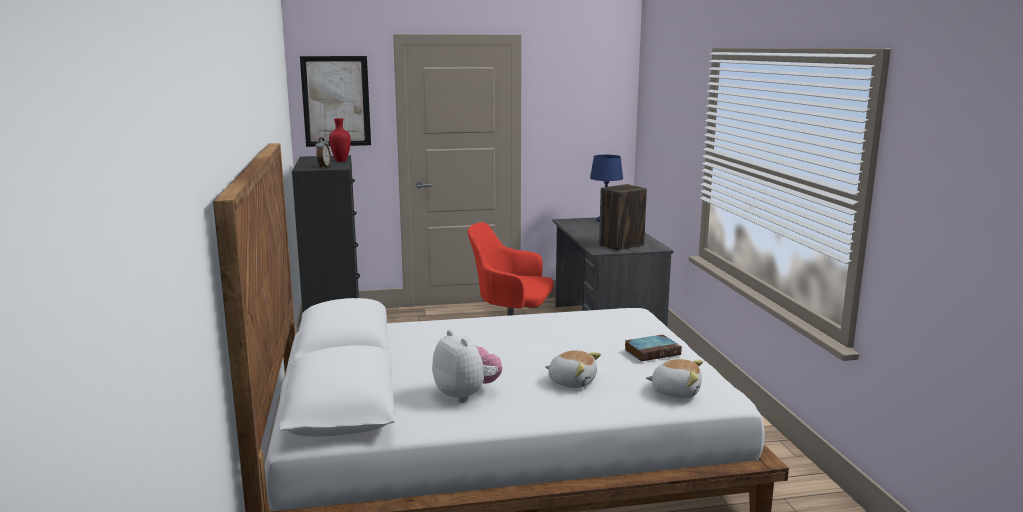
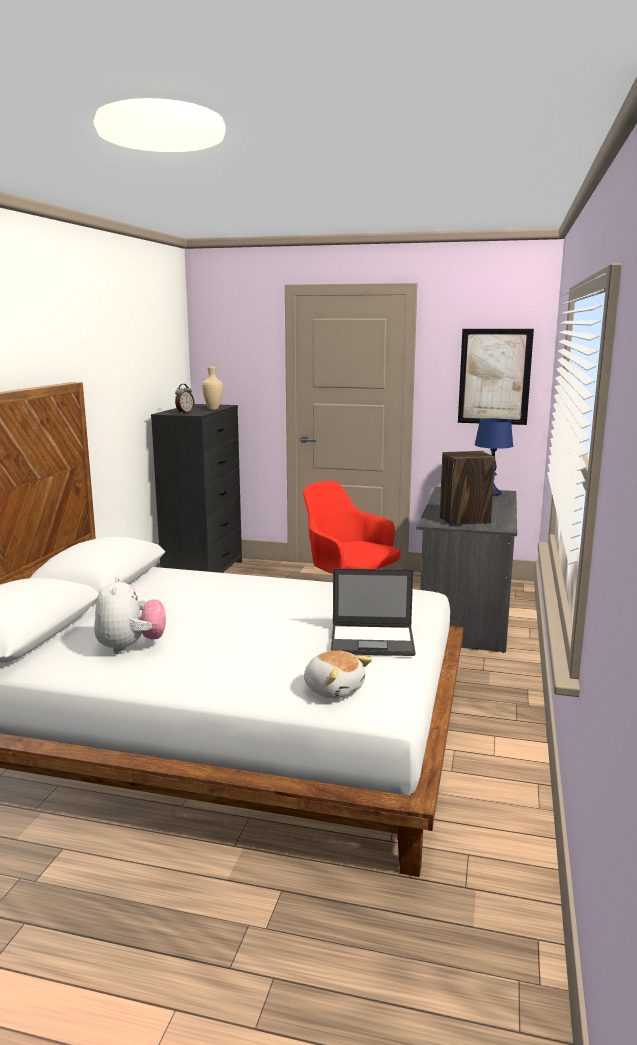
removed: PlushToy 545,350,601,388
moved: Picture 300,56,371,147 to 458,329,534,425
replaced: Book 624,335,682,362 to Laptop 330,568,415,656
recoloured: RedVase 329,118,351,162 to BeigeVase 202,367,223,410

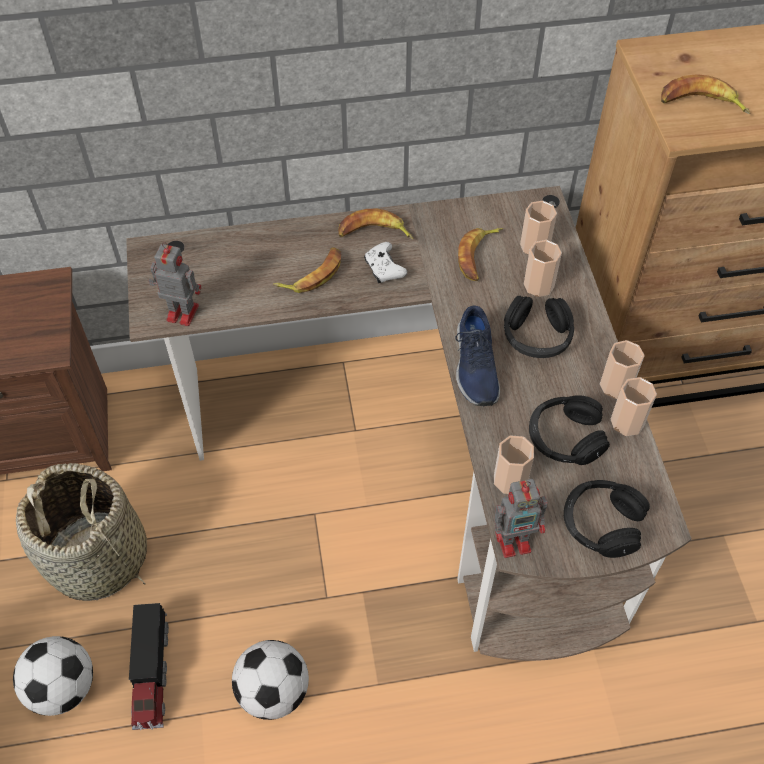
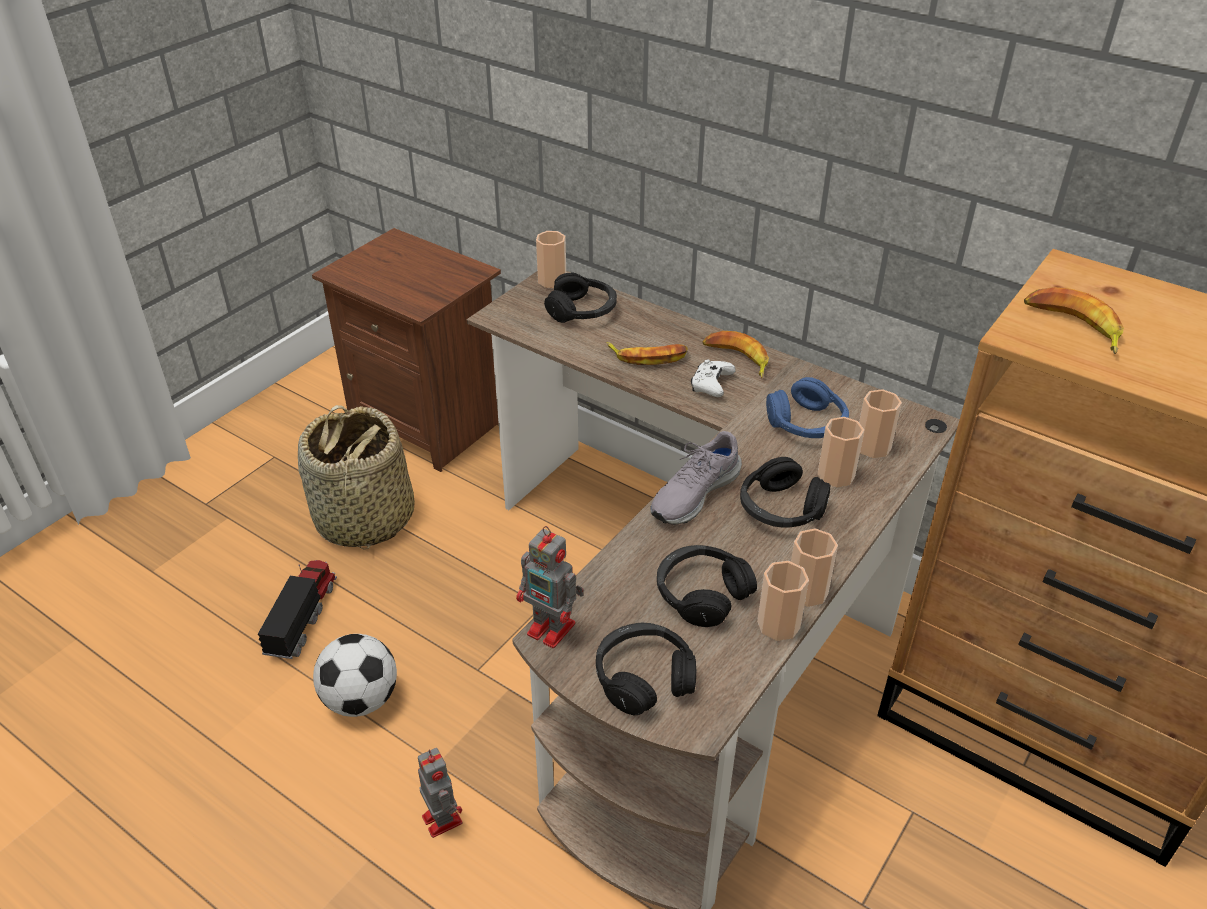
removed: Football 13,636,93,716
added: BlackHeadphones 544,272,617,323
moved: ToyRobot 148,242,202,326 to 418,748,462,838; Cup 494,435,534,494 to 536,231,566,288
replaced: Banana 458,228,503,281 to BlueHeadphones 766,377,849,438
recoloured: BlueShoe 456,305,500,406 to GreyShoe 650,431,742,524
turned: ToyTruck 129,603,169,731 = 258,560,337,659 150 degrees clockwise

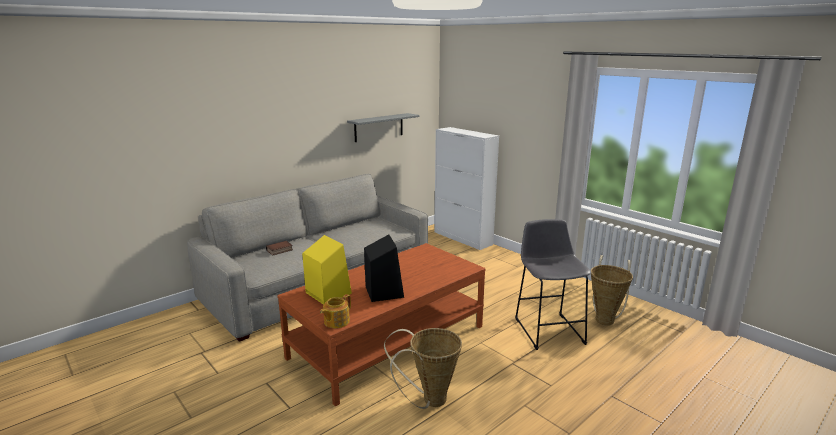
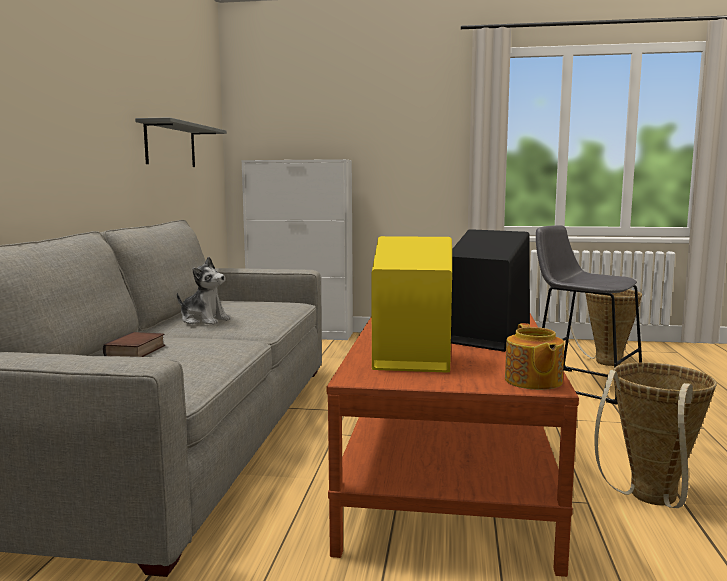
added: PlushToy 177,257,231,325

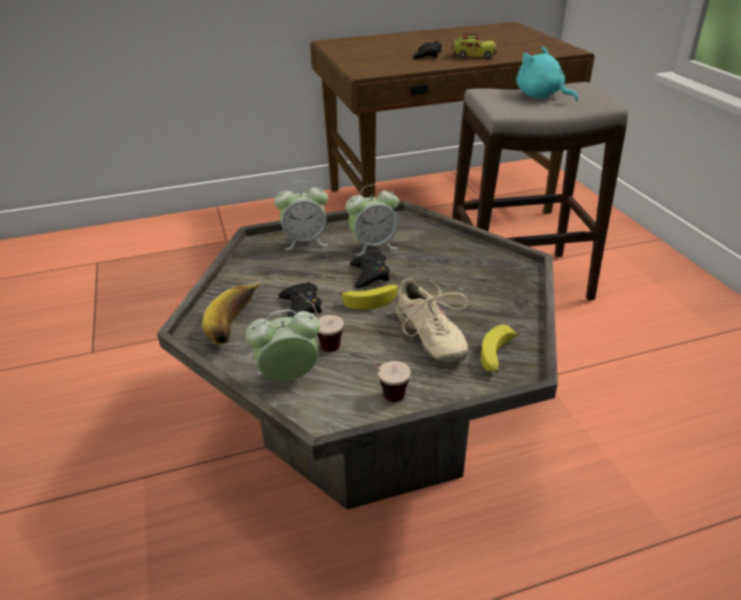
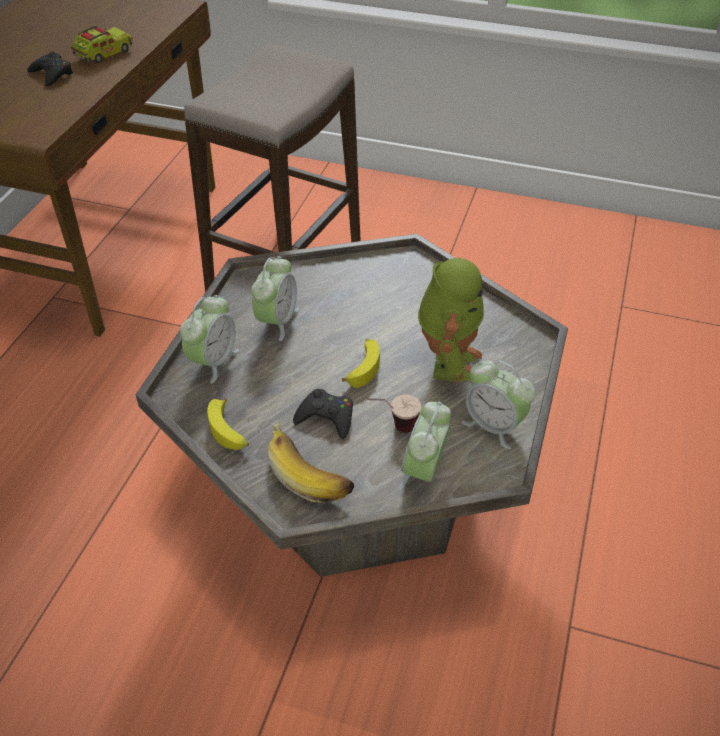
removed: BlackGameController 350,252,390,288; TurquoisePlushToy 516,46,578,101
moved: Banana 481,324,519,372 to 207,398,249,450
replaced: BeigeShoe 386,277,468,363 to ToyRobot 418,258,484,384; Cup 350,353,411,402 to AlarmClock 462,361,535,449

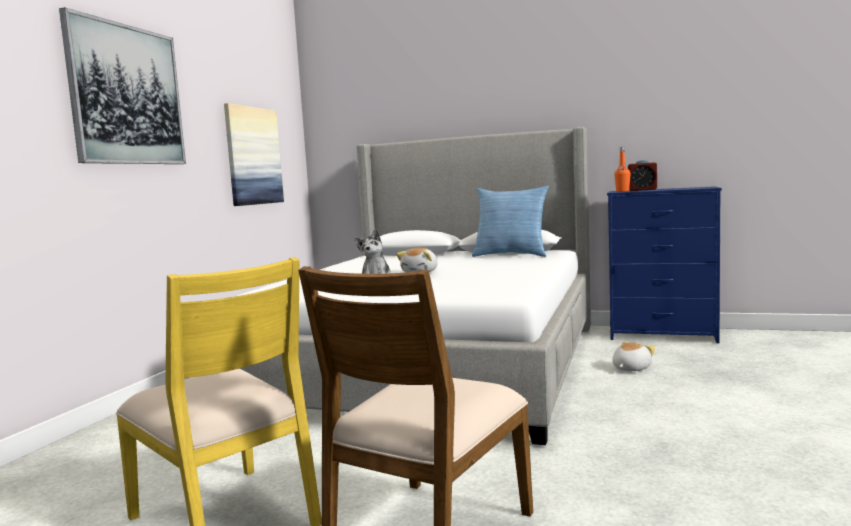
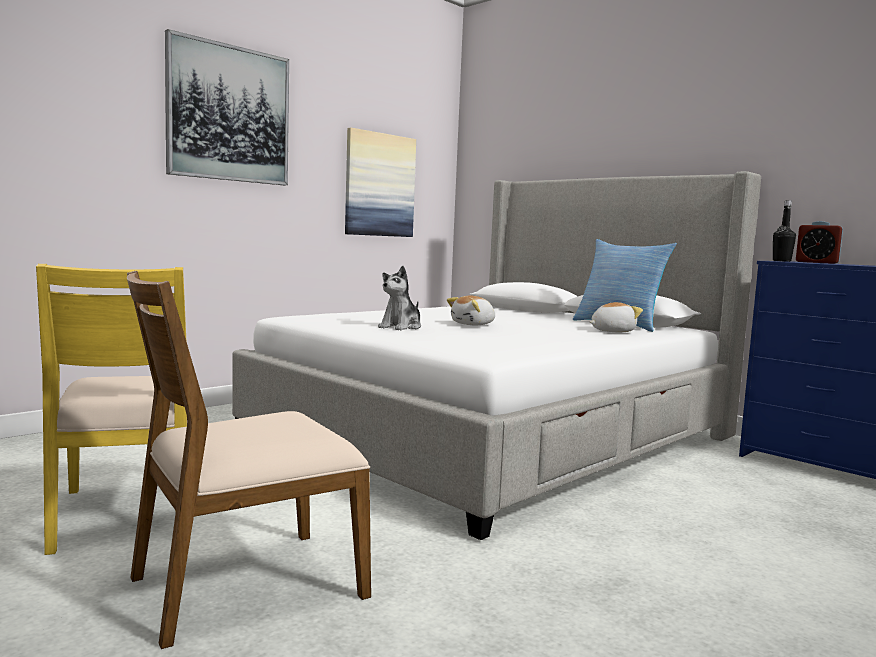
moved: PlushToy 612,342,655,371 to 590,302,643,332
recoloured: OrangeBottle 614,147,631,192 to BlackBottle 773,200,796,262

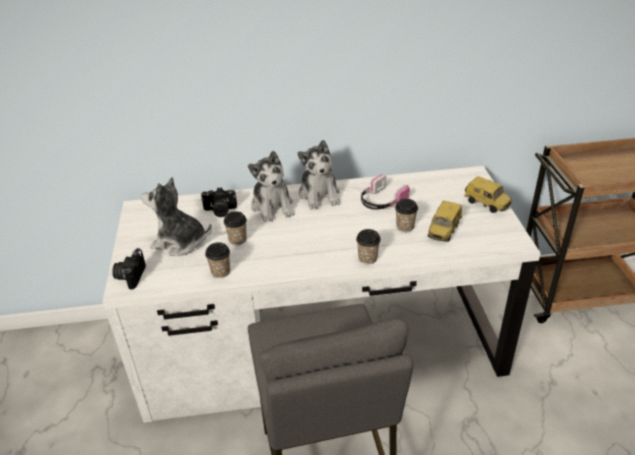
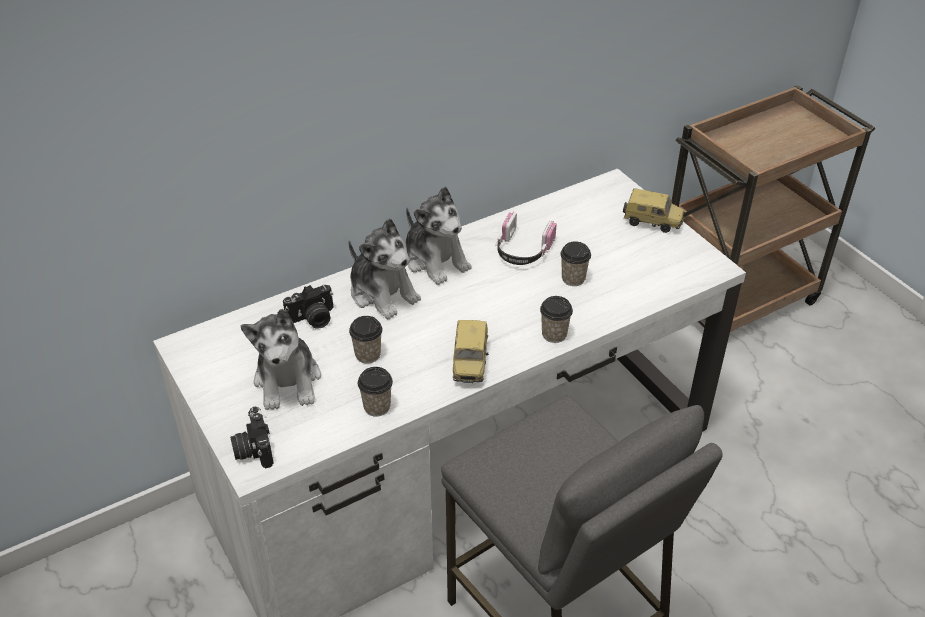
moved: ToyCar 428,201,462,242 to 453,320,489,383
turned: PlushToy 141,177,212,256 = 240,309,321,410 90 degrees counterclockwise

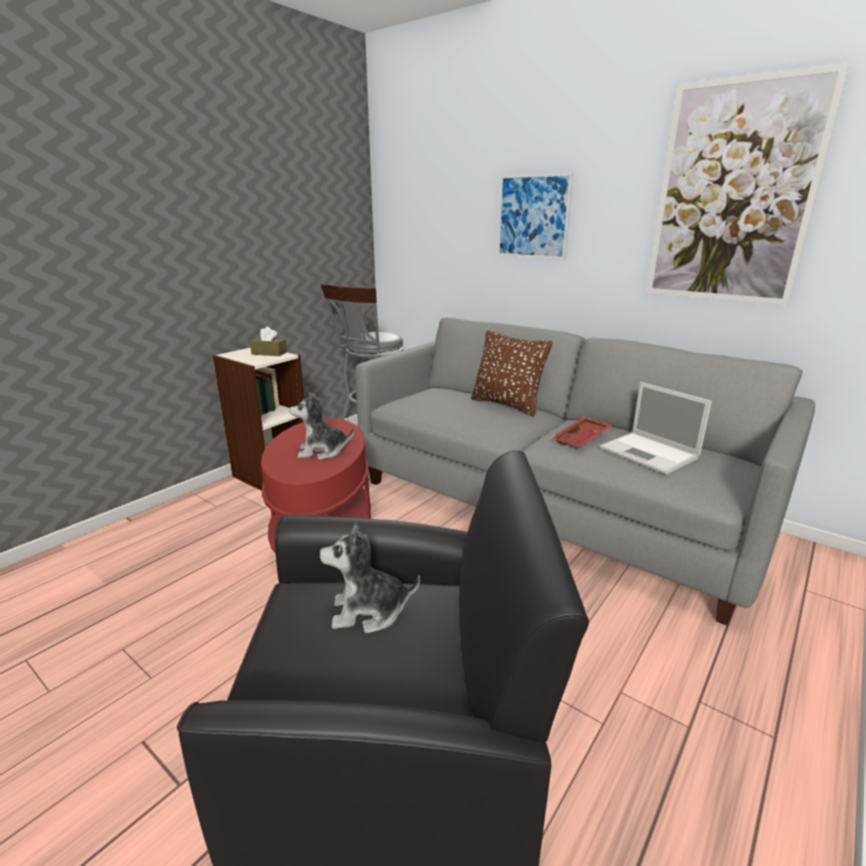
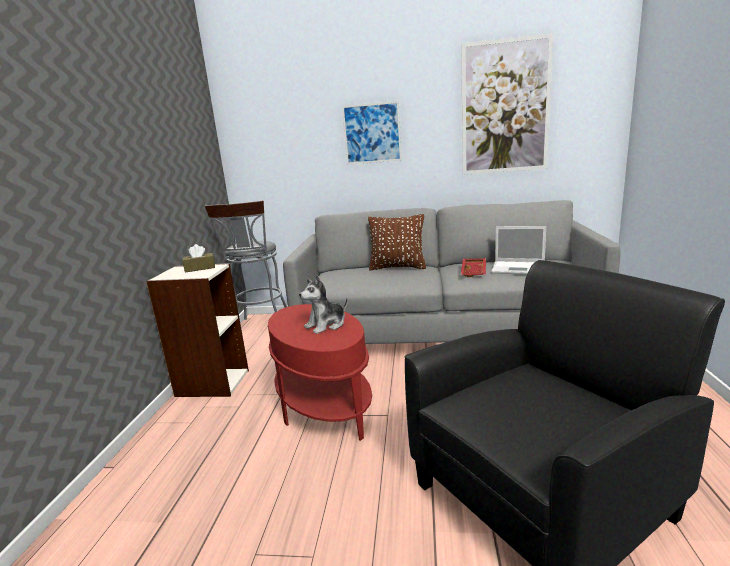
removed: PlushToy 320,521,420,634

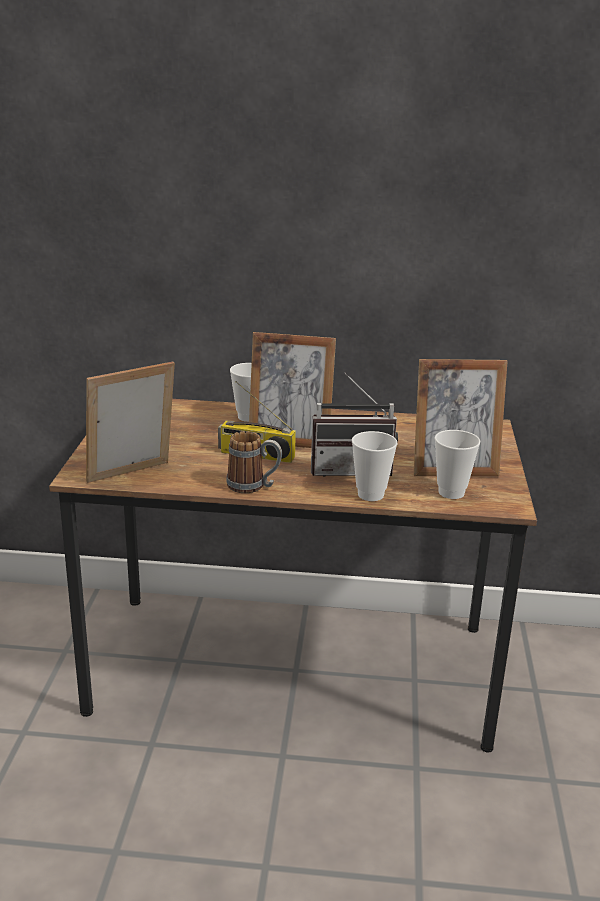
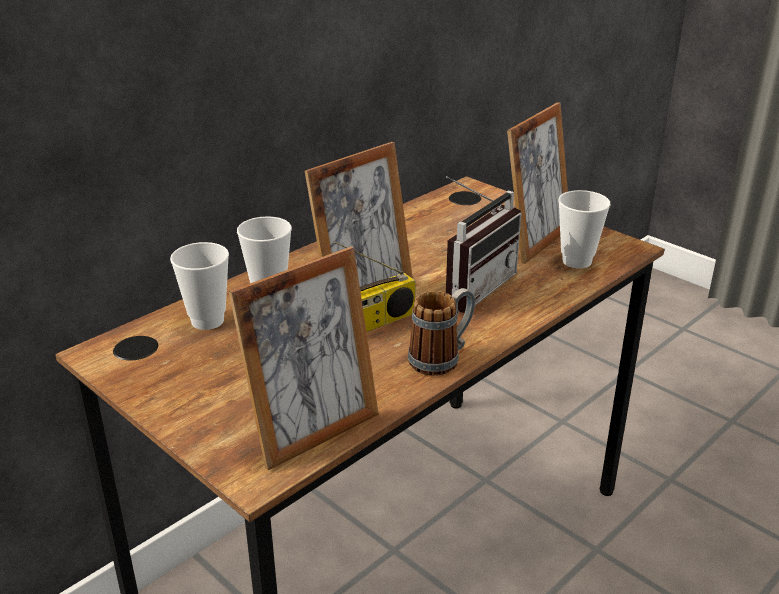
moved: Cup 352,431,397,501 to 170,242,229,330
turned: PictureFrame 86,362,175,483 = 229,247,379,470 135 degrees counterclockwise

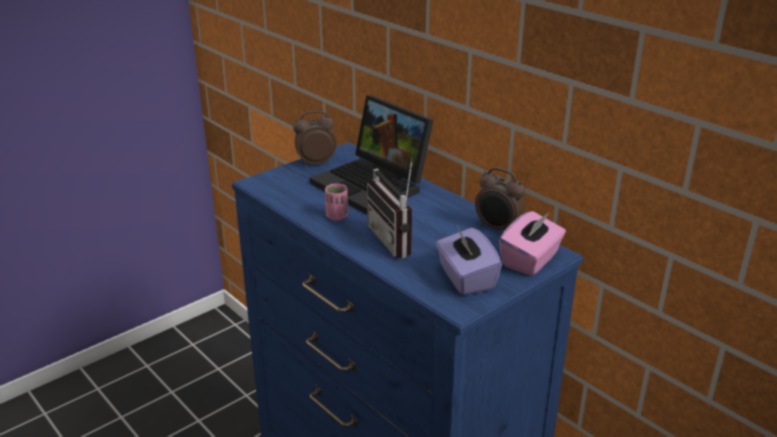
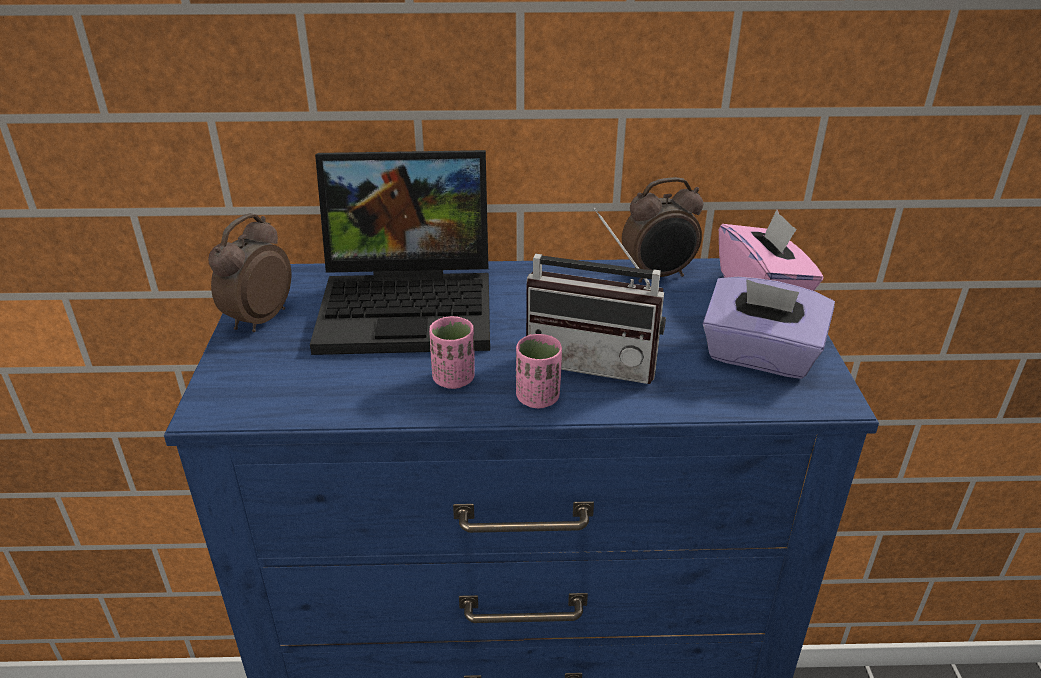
added: PinkCup 516,334,562,408

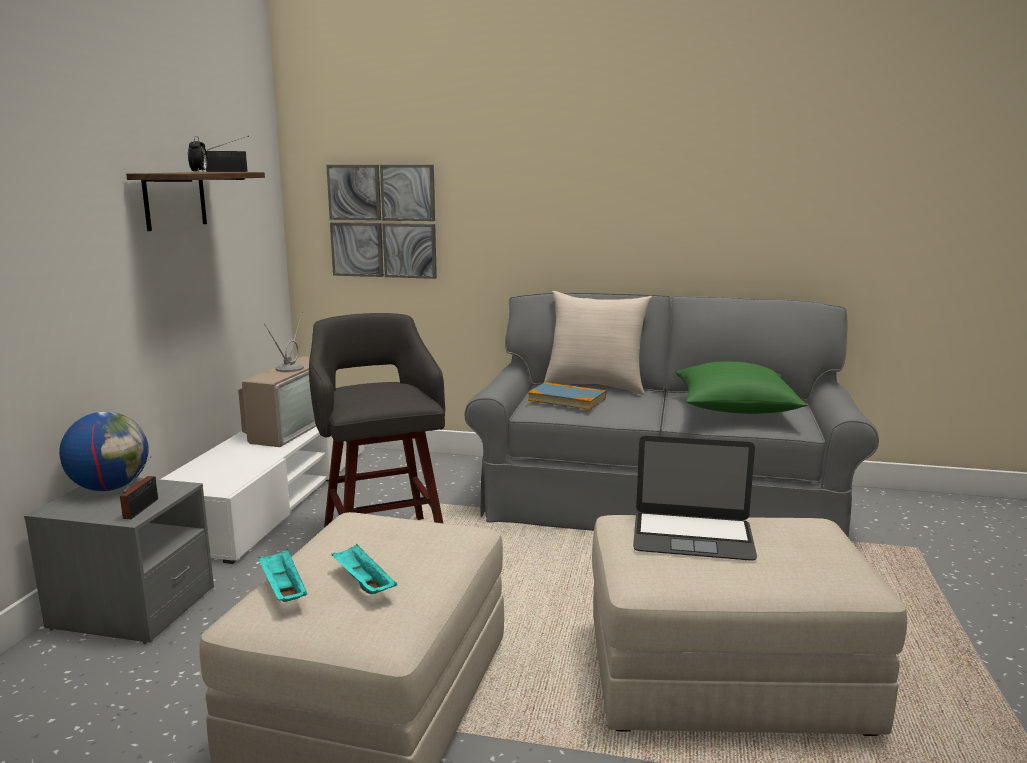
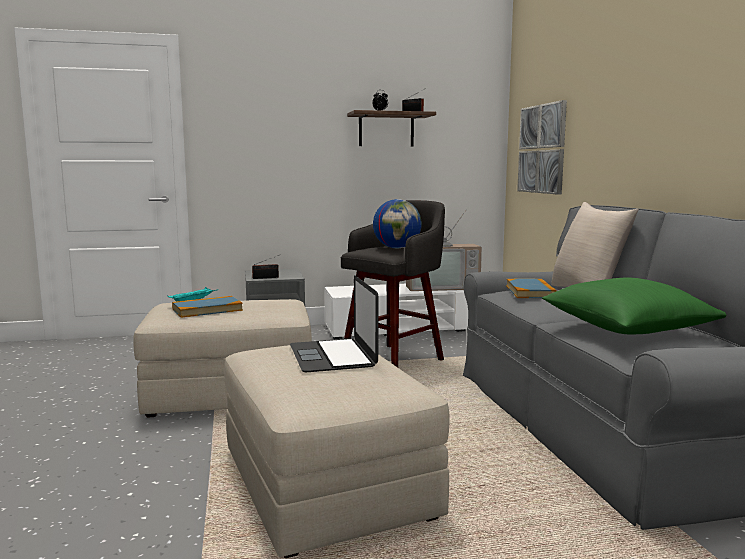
moved: Globe 59,412,149,491 to 373,199,422,248
replaced: TurquoiseTray 332,544,398,594 to Book 172,296,243,318

